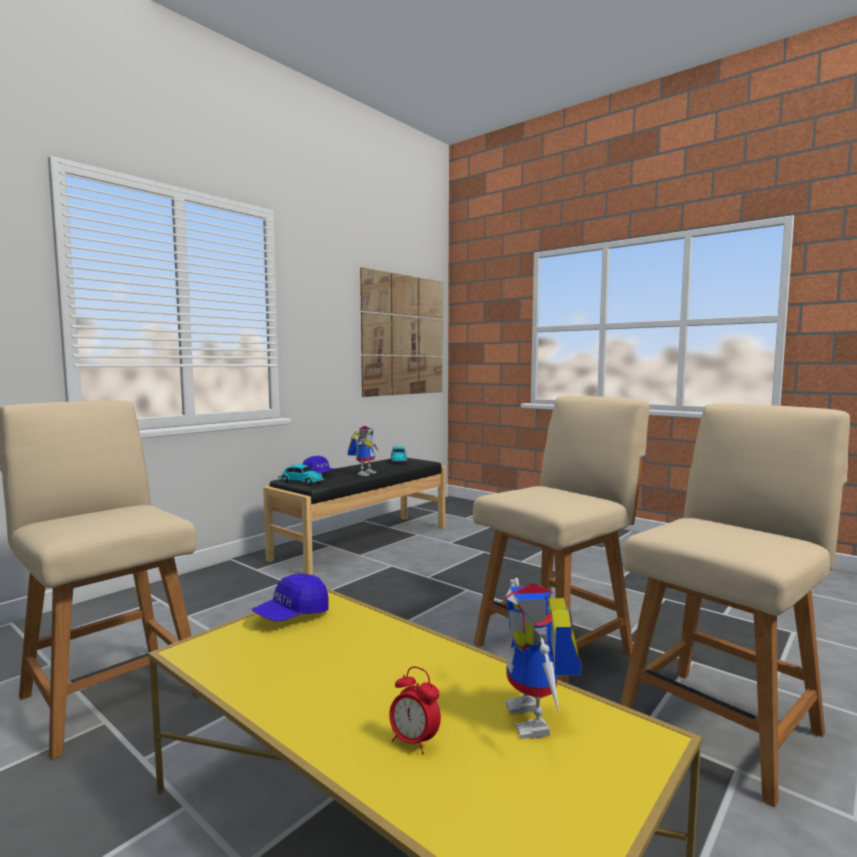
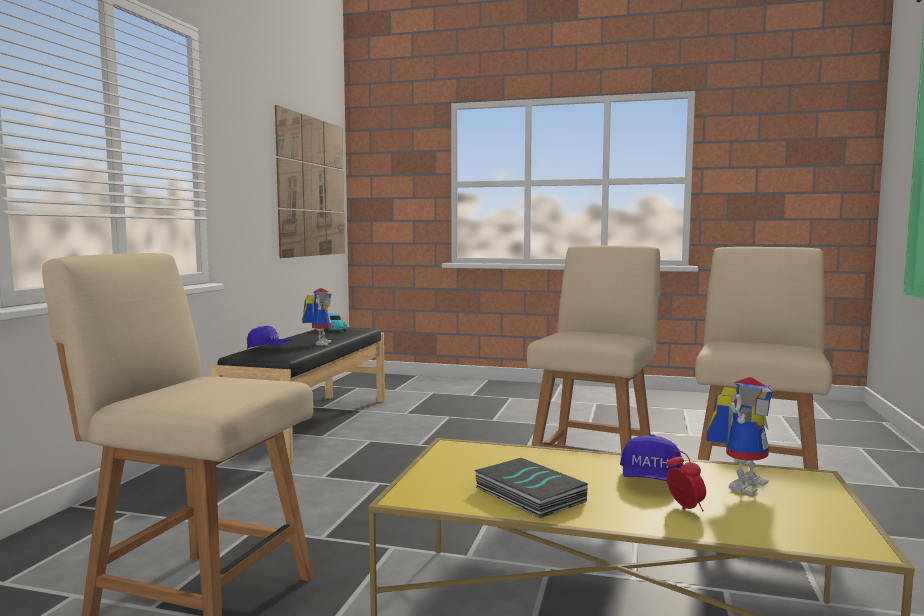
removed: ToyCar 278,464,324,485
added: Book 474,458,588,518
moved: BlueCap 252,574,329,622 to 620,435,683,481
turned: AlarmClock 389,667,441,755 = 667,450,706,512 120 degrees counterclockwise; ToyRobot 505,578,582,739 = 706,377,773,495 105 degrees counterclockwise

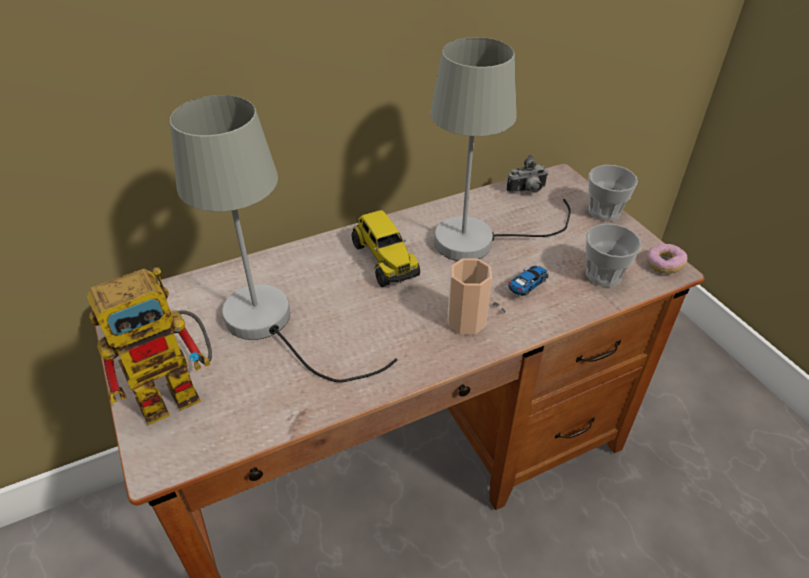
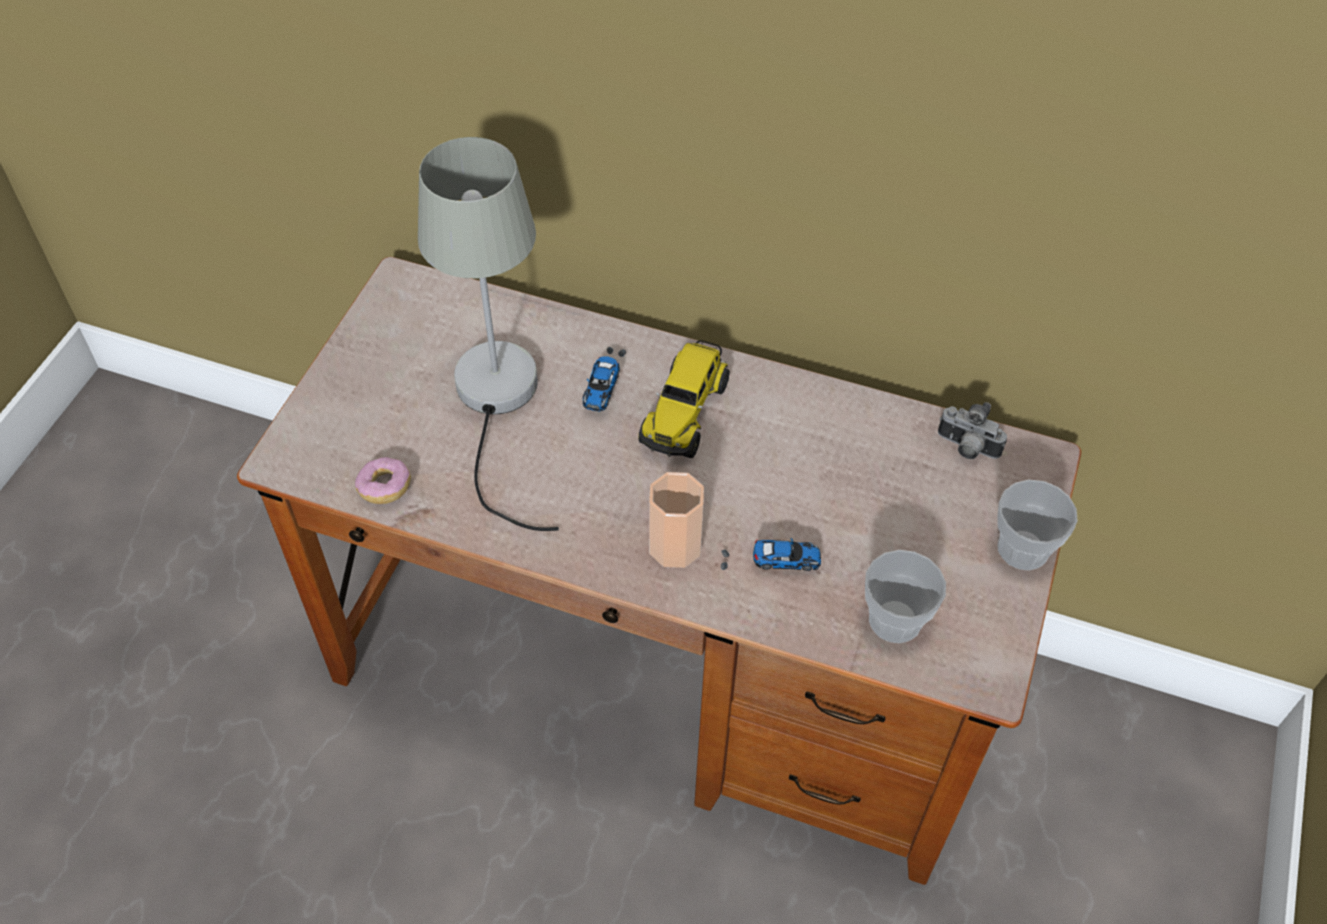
removed: ToyRobot 87,267,212,425; GreyTableLamp 431,37,571,261
added: ToyCar 583,347,626,411
moved: Donut 646,244,688,274 to 355,457,411,504

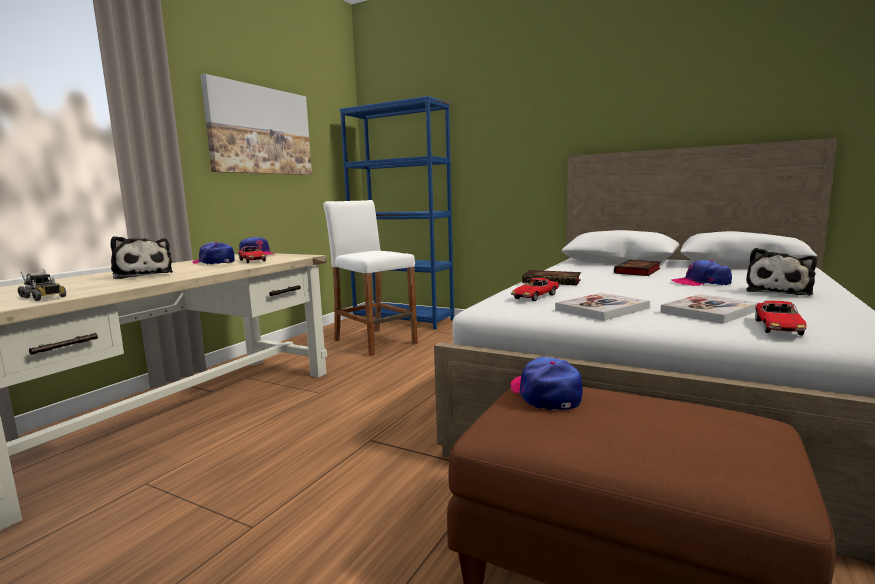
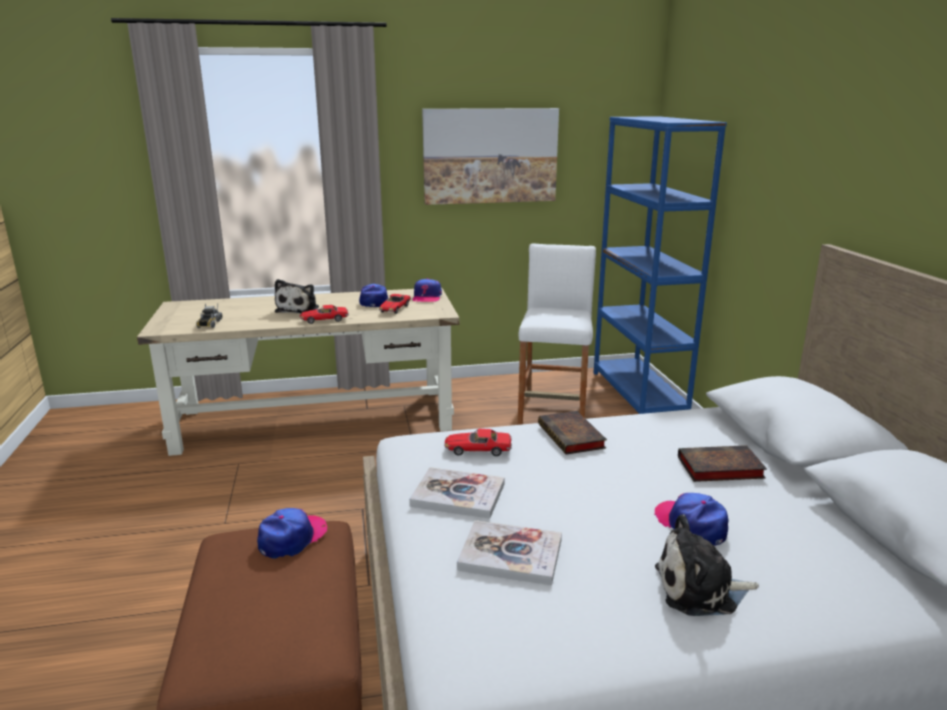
moved: ToyCar 755,301,806,336 to 299,305,349,324

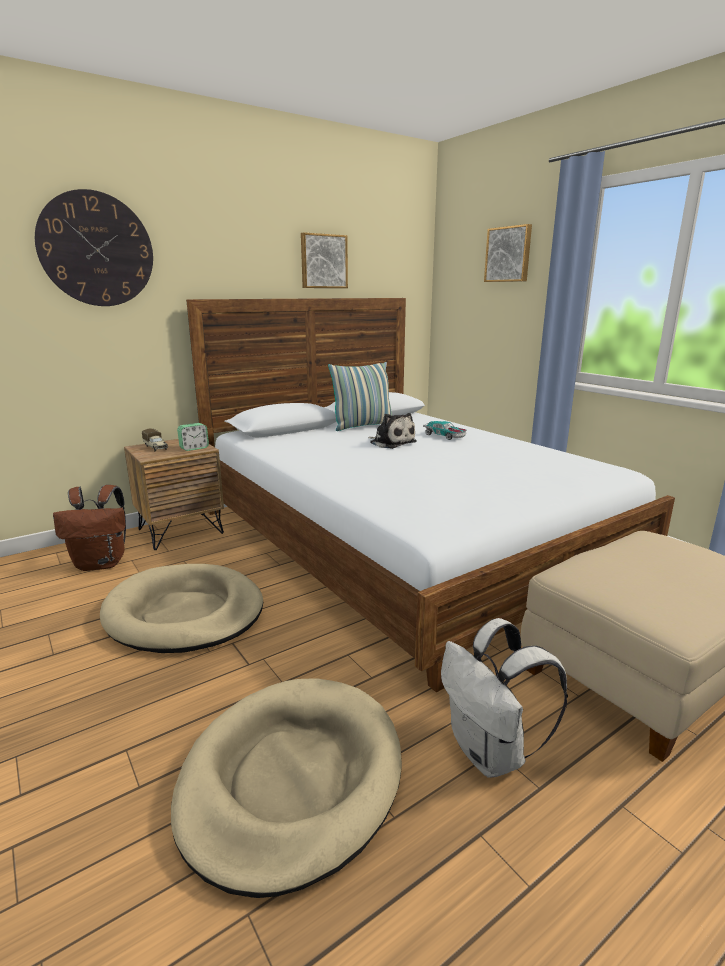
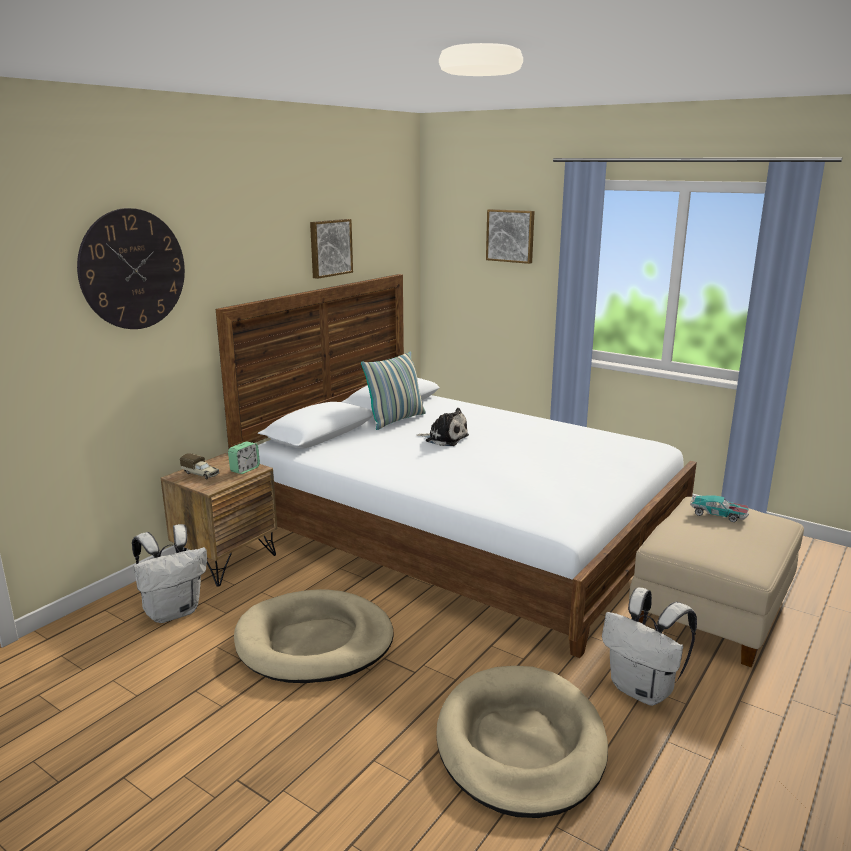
moved: ToyCar 423,421,466,440 to 690,495,749,522
recoloured: BrownBackpack 53,485,126,571 to WhiteBackpack 132,524,207,623

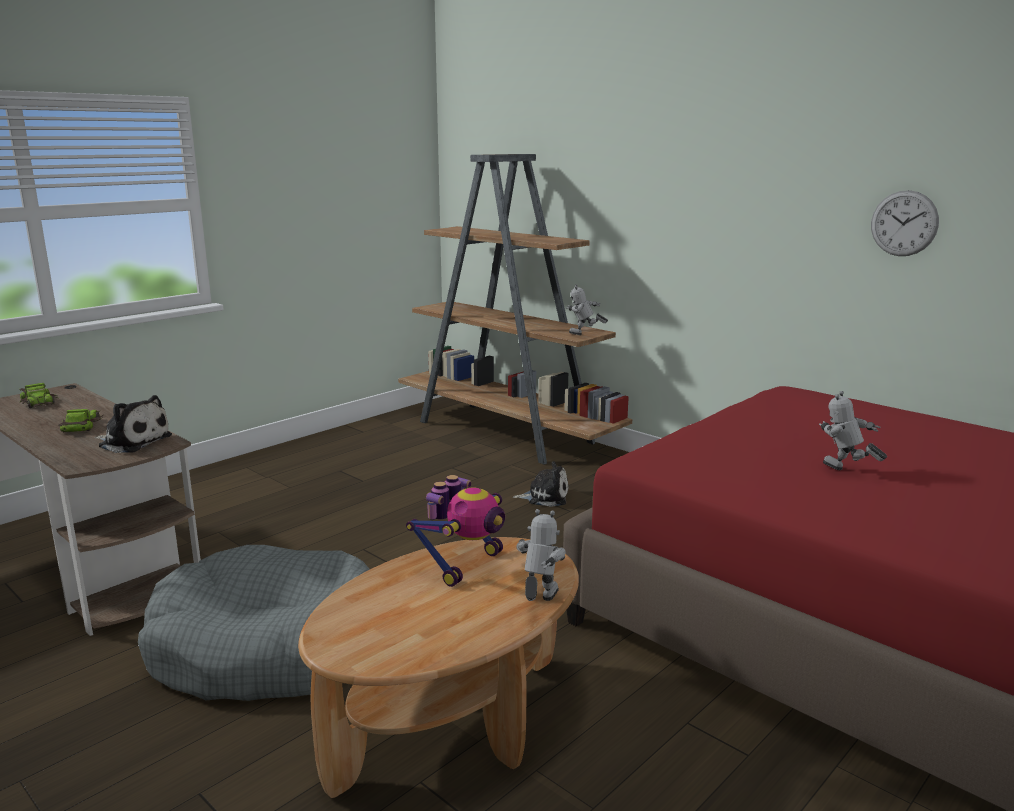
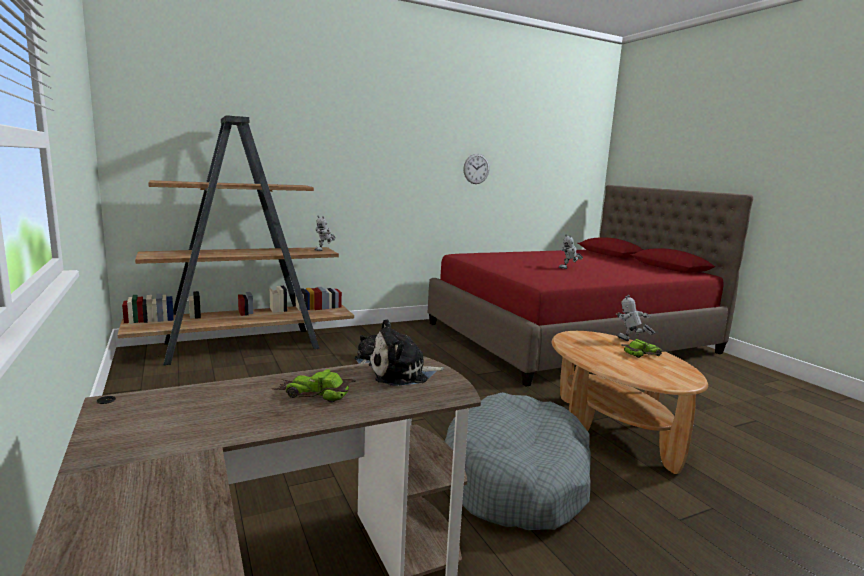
removed: ToyRobot 406,475,505,587
moved: ToyCar 19,383,58,408 to 621,339,669,358
turned: PlushToy 94,395,172,453 = 369,319,444,386 150 degrees counterclockwise

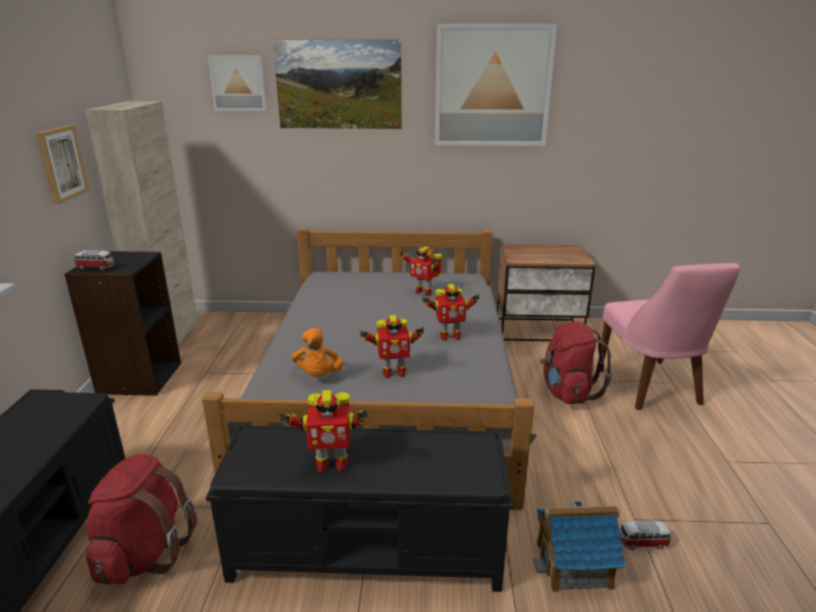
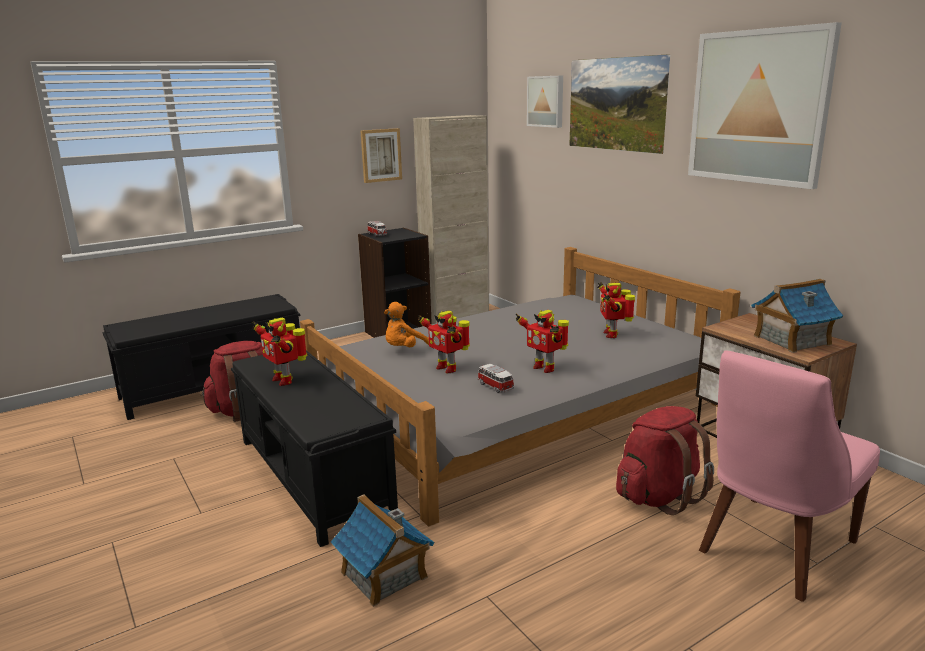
added: ToyHouse 751,279,843,353
moved: ToyCar 619,520,670,550 to 478,364,514,393

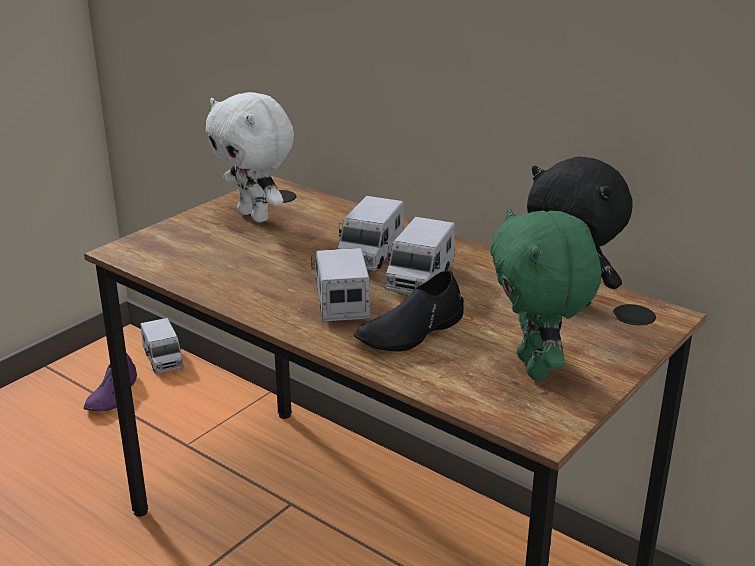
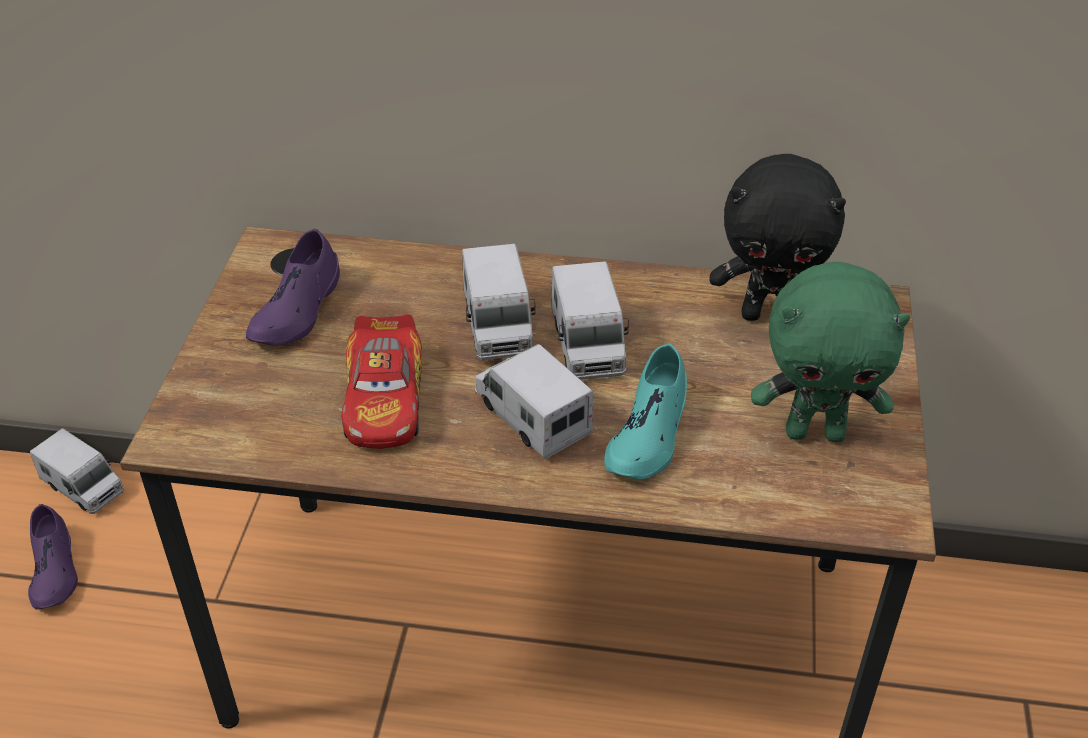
added: ToyCar 342,314,422,449
replaced: WhitePlushToy 206,92,294,222 to PurpleShoe 246,229,340,346
recoloured: BlackShoe 355,270,464,351 to TurquoiseShoe 604,343,687,479
turned: GreenPlushToy 490,207,601,380 = 751,262,911,442 45 degrees counterclockwise

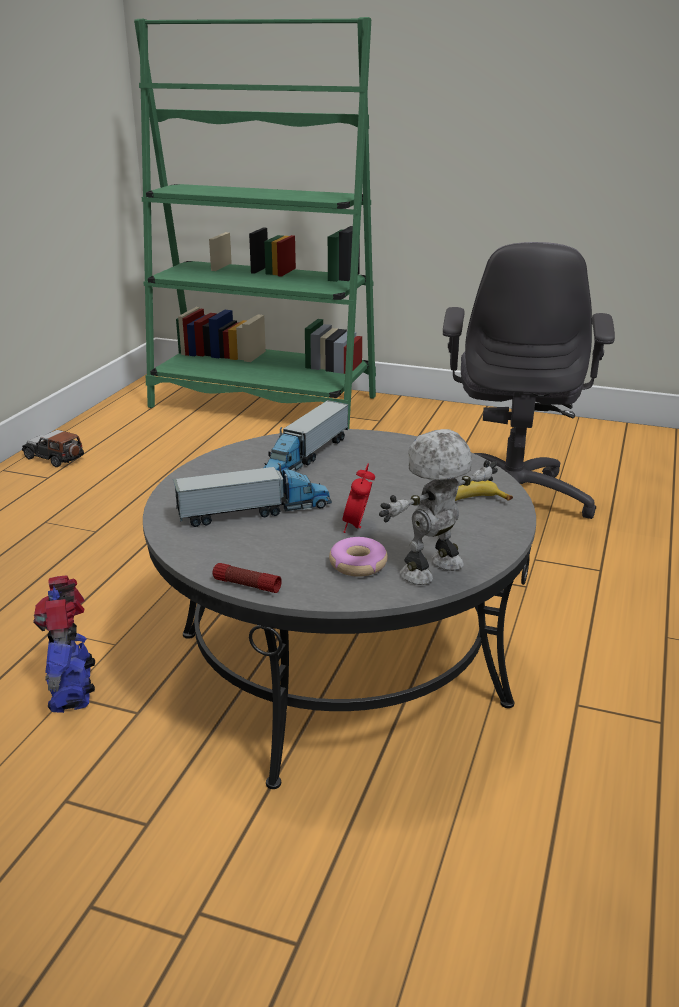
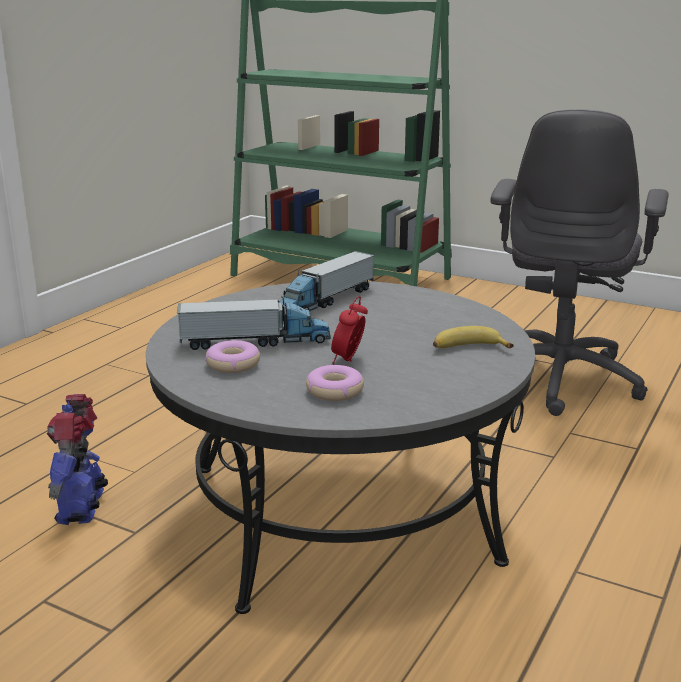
removed: ToyCar 22,430,84,467; Flashlight 213,563,282,593; ToyRobot 379,429,498,585
added: Donut 205,340,261,373

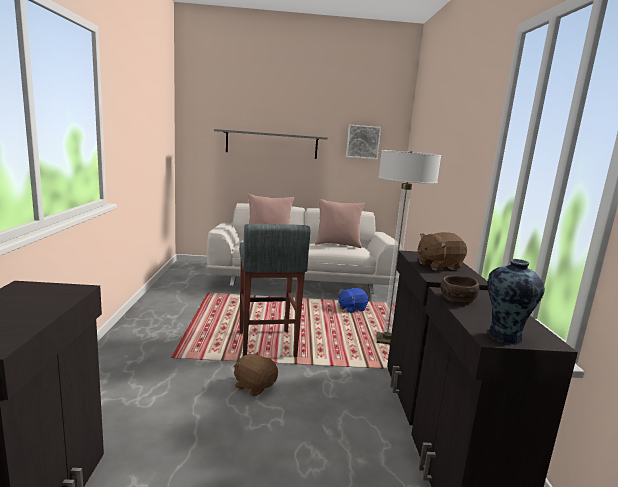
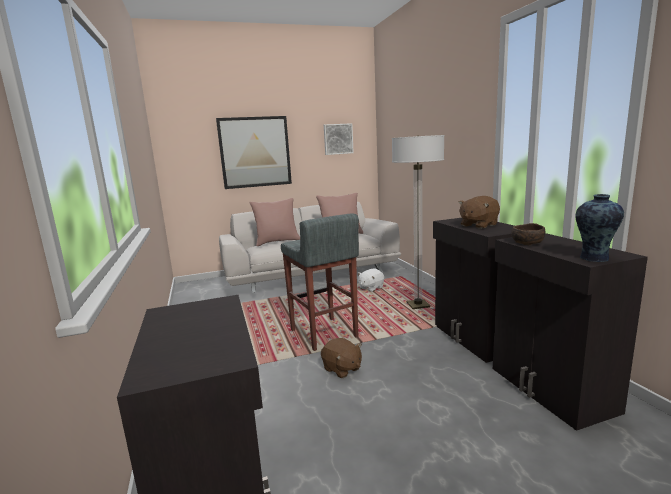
replaced: GreyShelf 214,129,328,159 to Picture 216,116,292,189
recoloured: BluePlushToy 339,288,369,313 to WhitePlushToy 357,269,384,292
turned: BrownPlushToy 234,352,278,396 = 321,338,362,378 150 degrees counterclockwise

